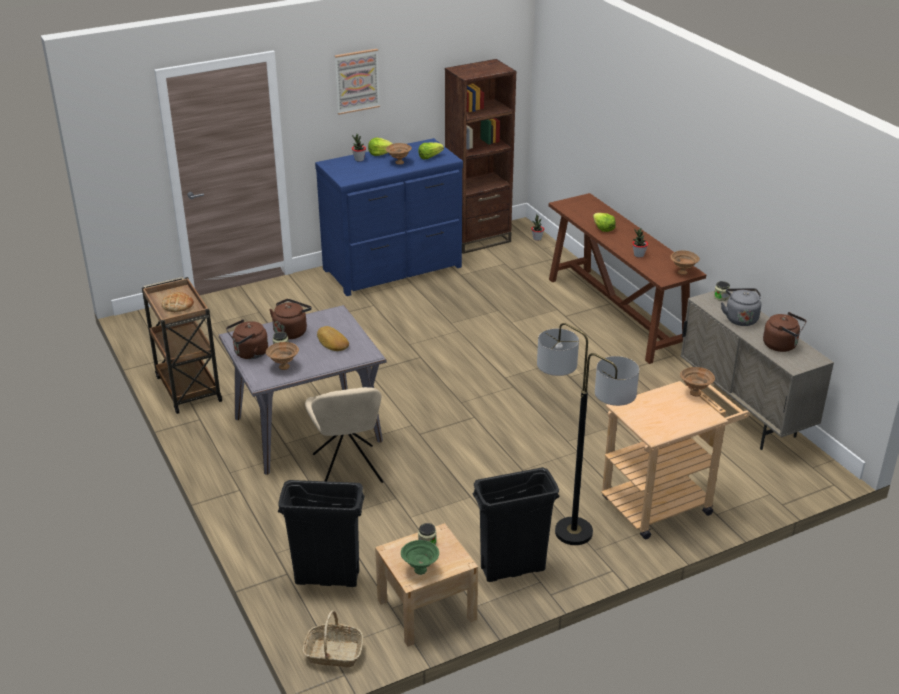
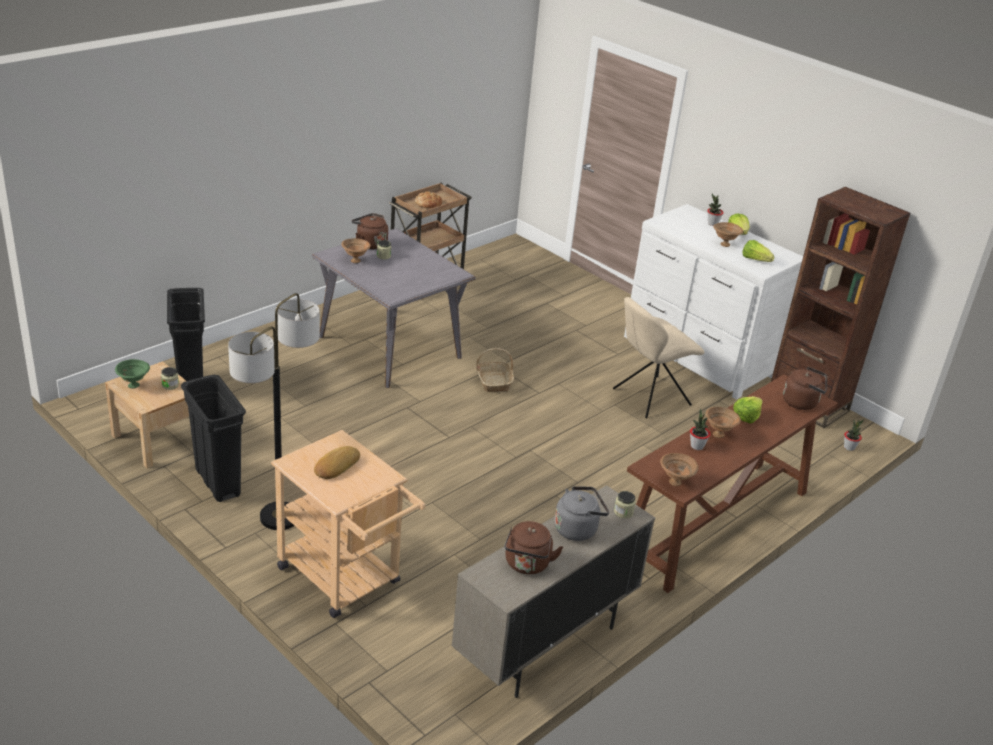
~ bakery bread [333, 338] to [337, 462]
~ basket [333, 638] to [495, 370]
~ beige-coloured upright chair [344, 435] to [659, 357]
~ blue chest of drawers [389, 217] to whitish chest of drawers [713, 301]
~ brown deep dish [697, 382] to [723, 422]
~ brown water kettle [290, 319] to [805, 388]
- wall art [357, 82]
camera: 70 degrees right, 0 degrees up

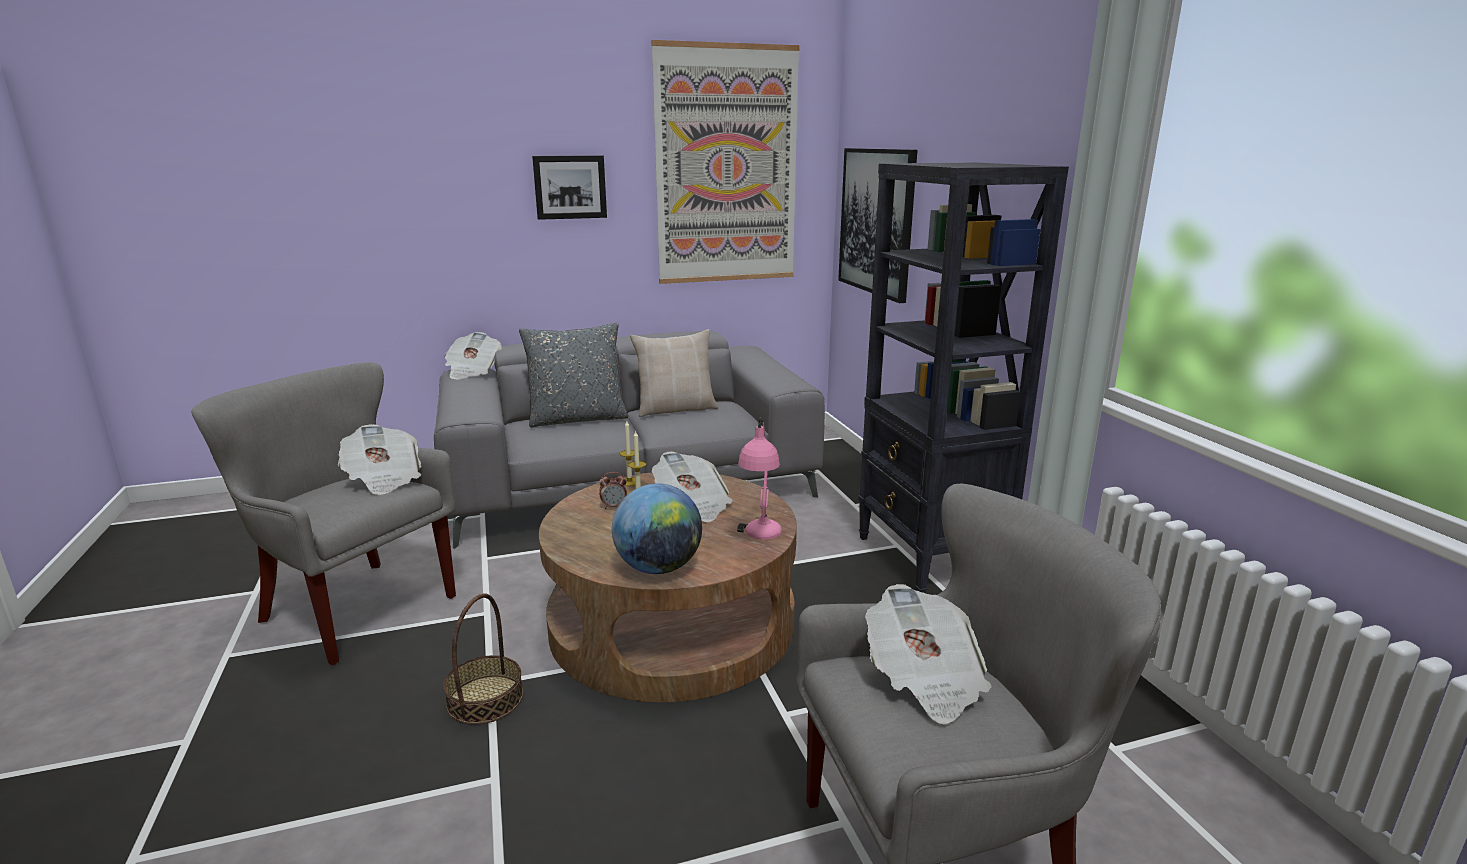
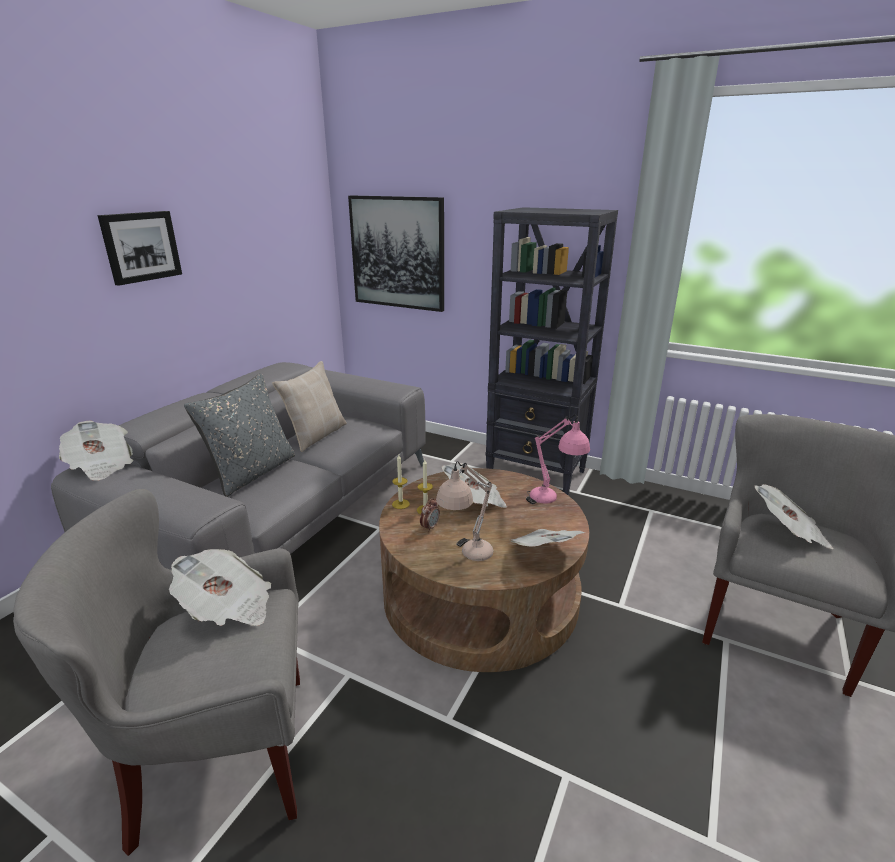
+ beige-coloured lamp for a table [465, 511]
~ desk globe [657, 528] to newspaper [548, 538]
- basket [483, 659]
- wall art [725, 162]
camera: 45 degrees left, 5 degrees up

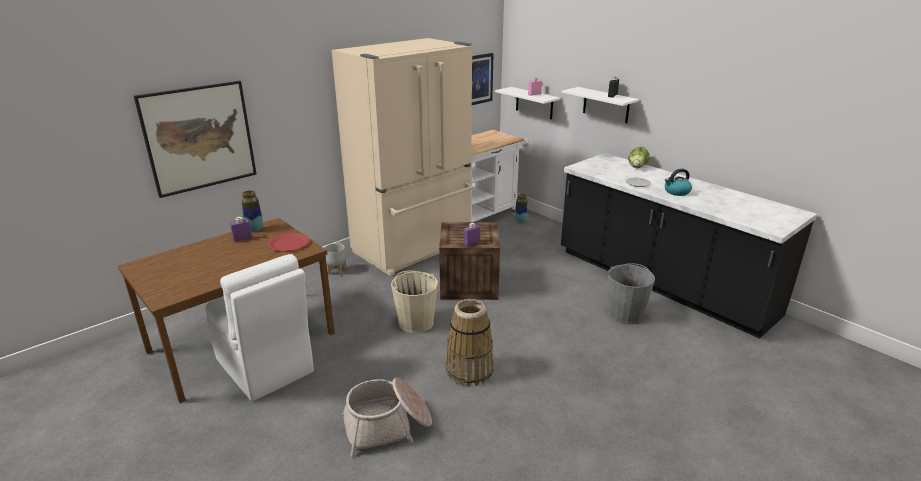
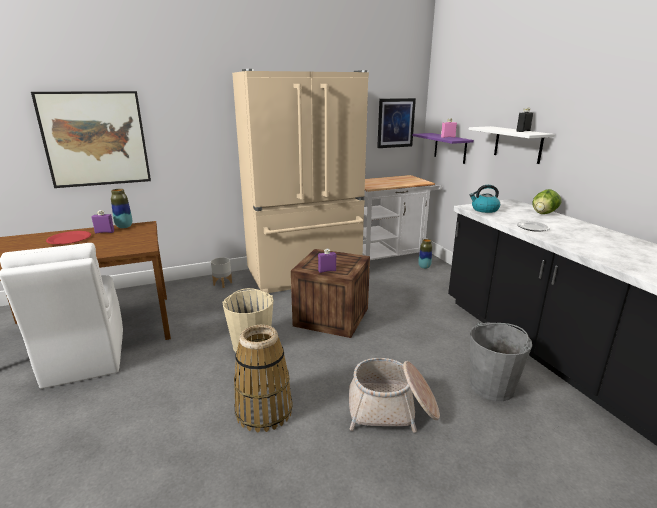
~ red flat dish [288, 242] to [68, 237]
~ basket [387, 417] to [394, 395]
~ whitish shelf [527, 103] to purplish shelf [443, 148]
~ water kettle [678, 182] to [484, 199]
camera: 20 degrees right, 5 degrees down

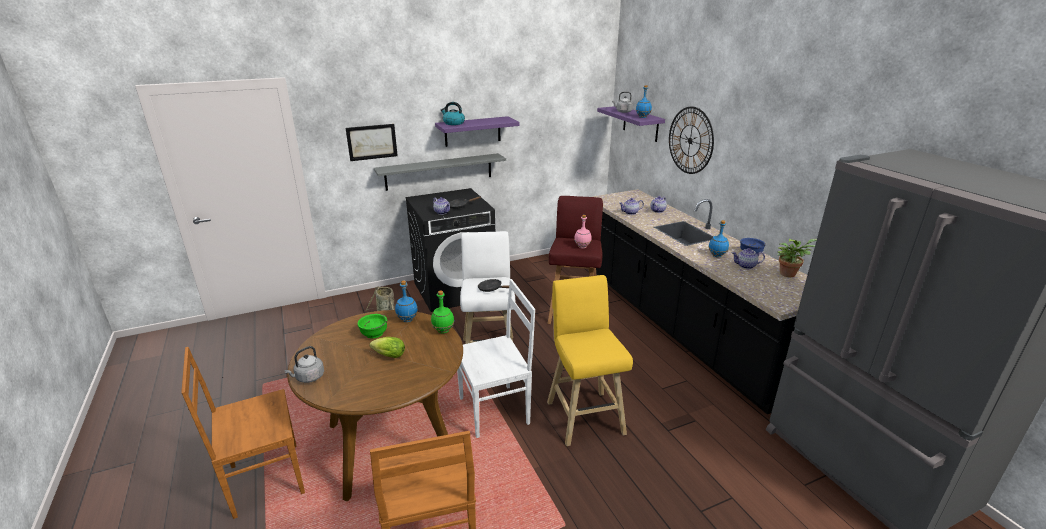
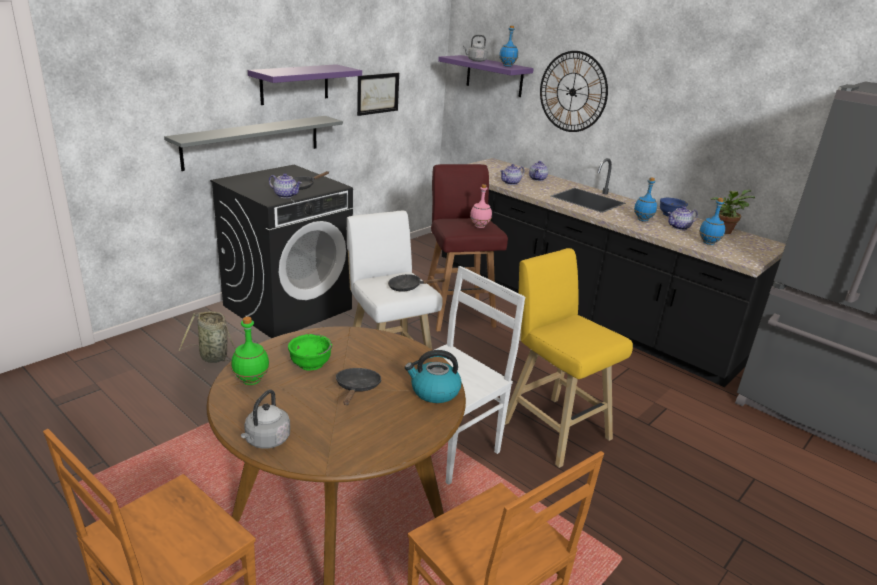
~ green-coloured bottle [442, 312] to [250, 351]
~ lettuce head [387, 347] to black-coloured frying pan [359, 386]
~ wall art [372, 142] to [378, 94]
~ water kettle [453, 113] to [433, 376]
~ blue bottle [406, 301] to [712, 221]
camera: 25 degrees left, 0 degrees up

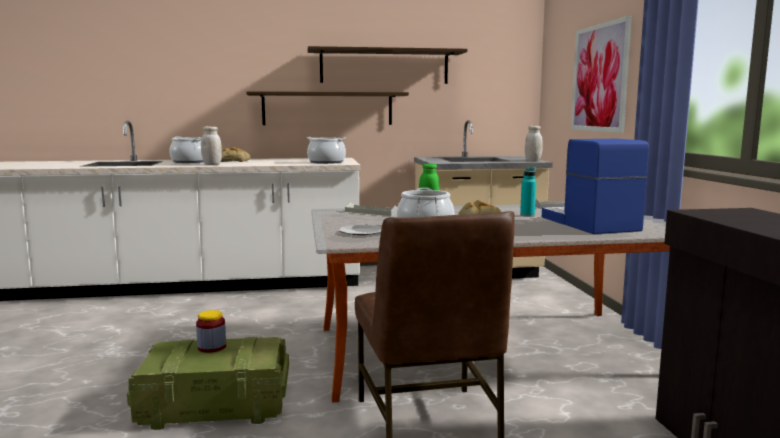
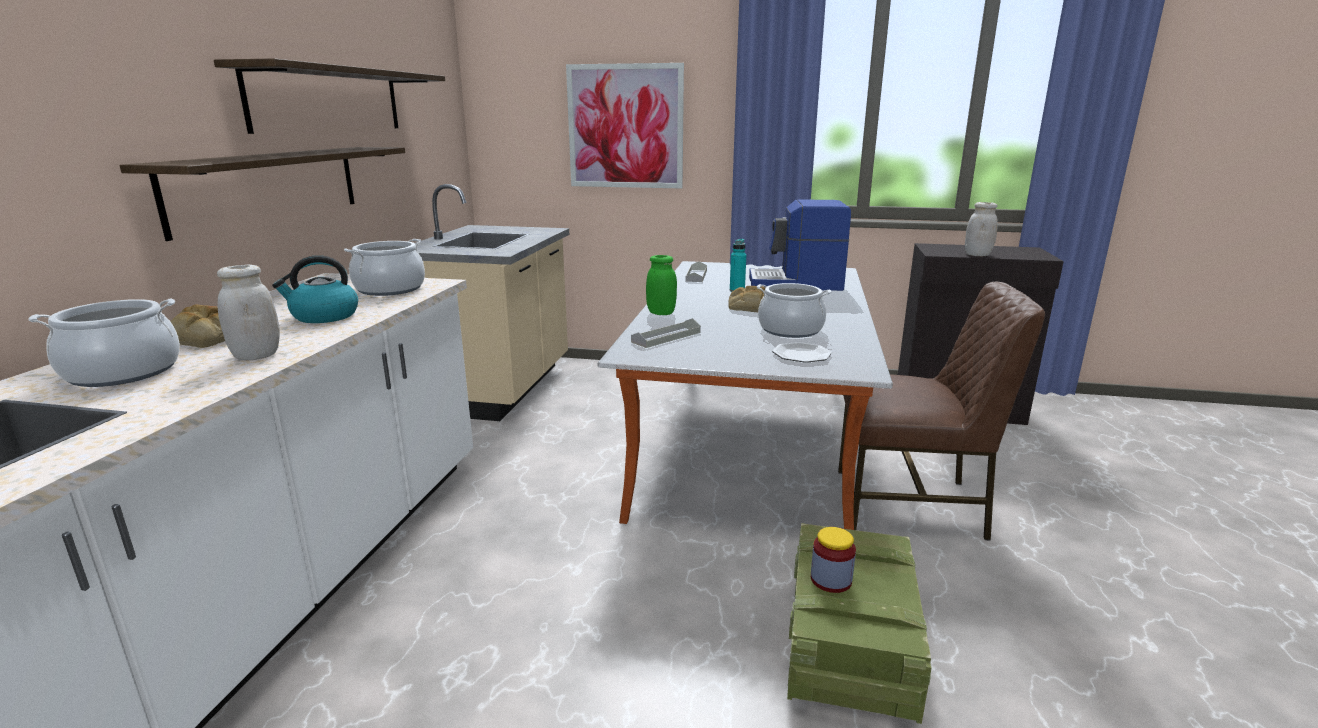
+ water kettle [315, 289]
~ whitish storage jar [534, 143] to [981, 229]
camera: 70 degrees left, 10 degrees up

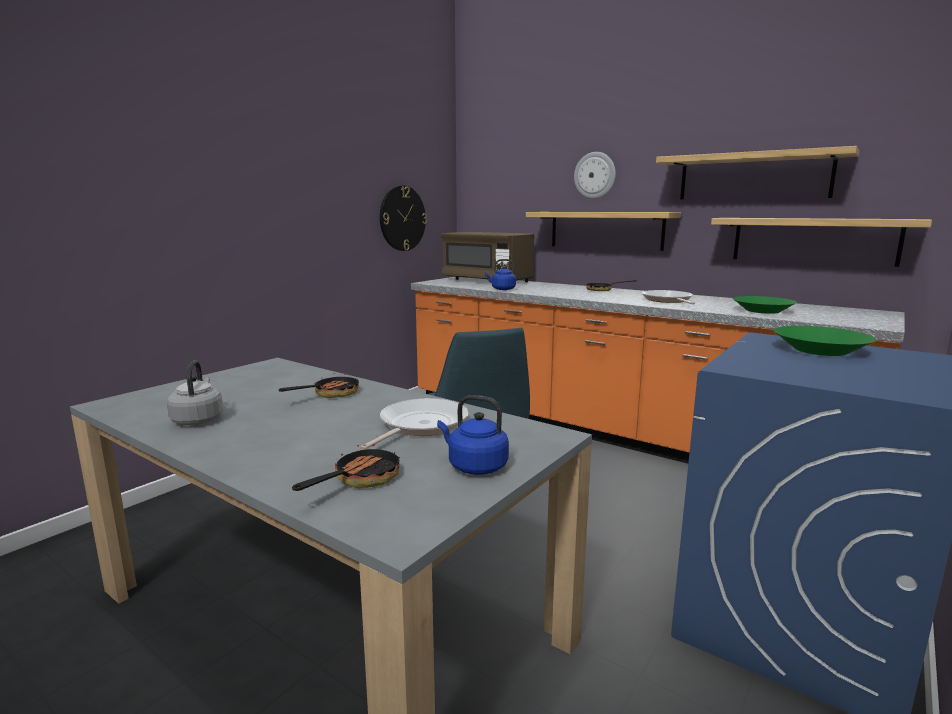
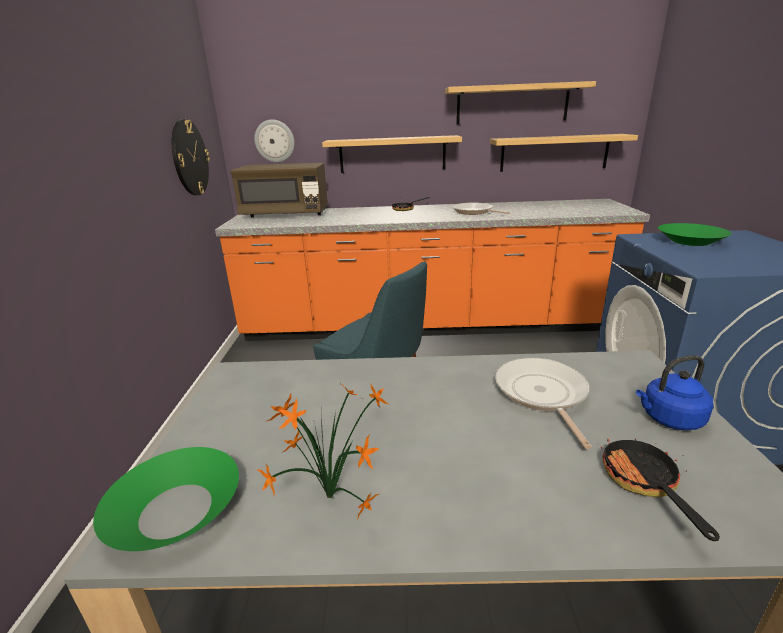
~ green-coloured deep dish [765, 305] to [166, 499]
~ clock on the wall [595, 175] to [274, 141]
~ grey water kettle [195, 392] to plant in a pot [323, 450]
- frying pan [319, 385]
- blue water kettle [500, 274]
camera: 35 degrees left, 10 degrees up

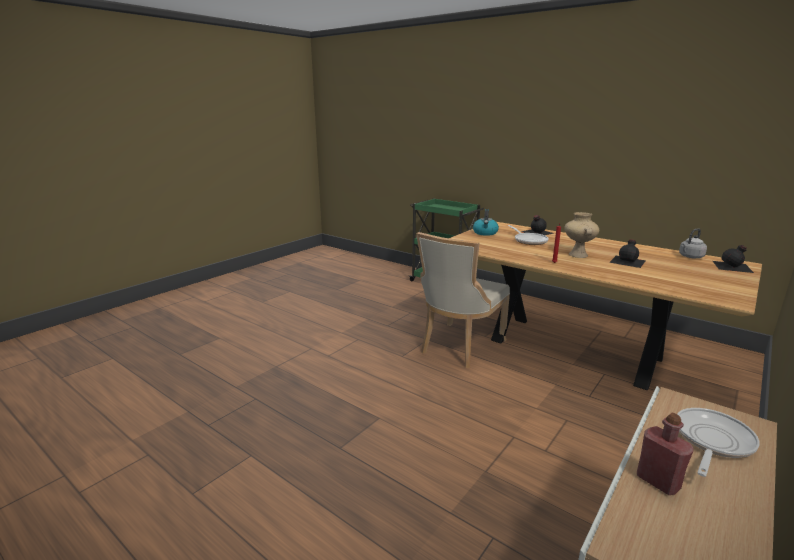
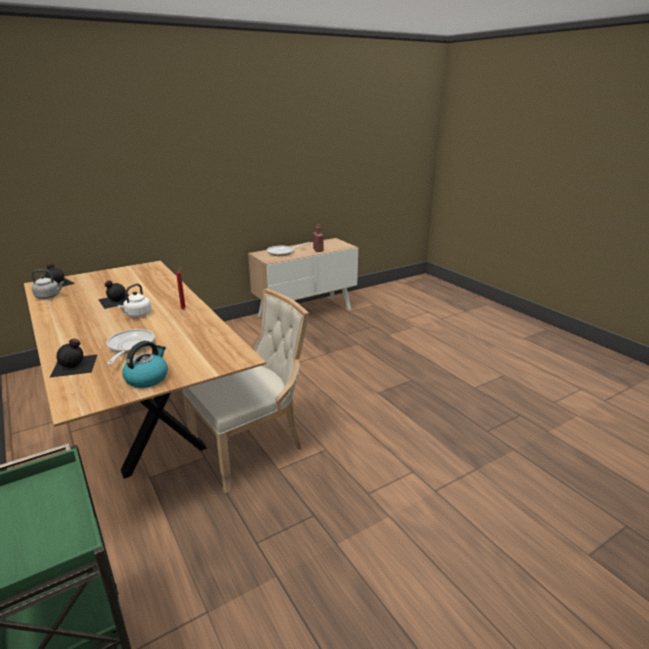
~ beige-coloured flower vase [581, 235] to whitish water kettle [134, 300]
camera: 160 degrees left, 5 degrees up

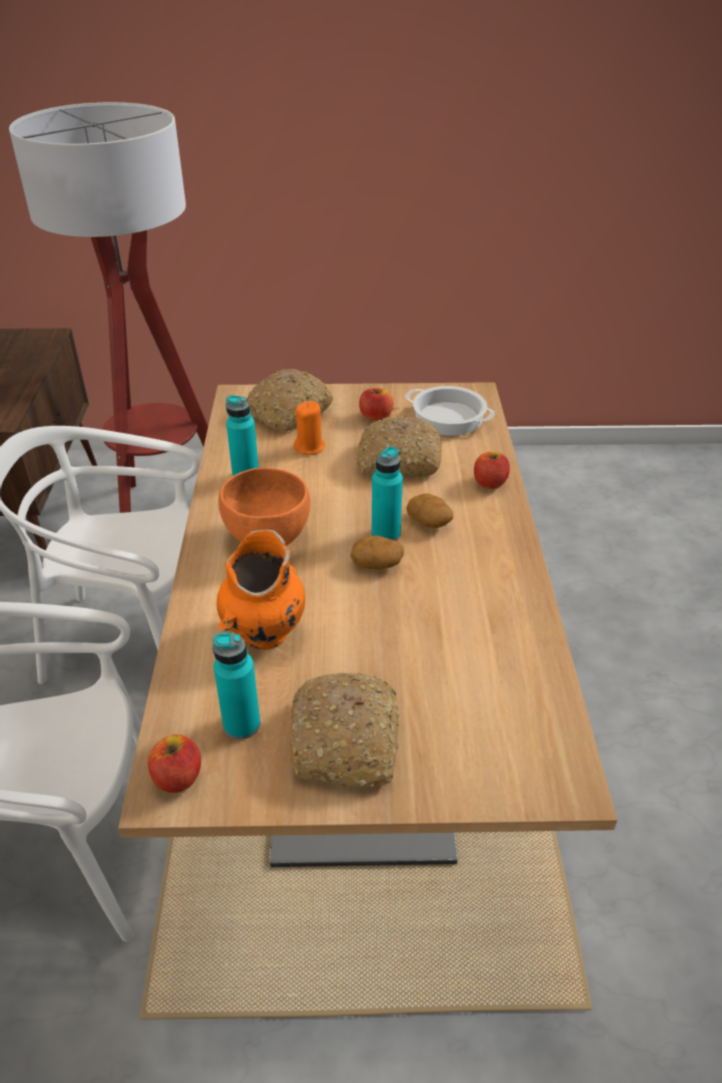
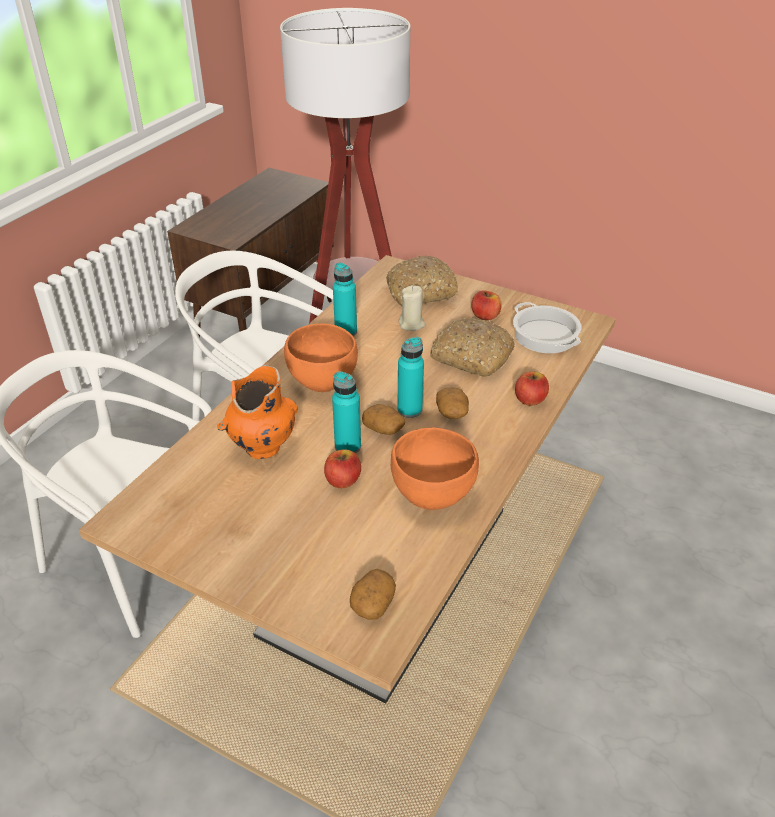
~ apple fruit [174, 763] to [342, 468]
~ turquoise-coloured bottle [236, 686] to [346, 412]
+ whole potato [373, 594]
+ orange deep dish [435, 468]
~ orange candle [309, 428] to beige-coloured candle [412, 308]
- bakery bread [345, 730]
camera: 30 degrees right, 0 degrees up

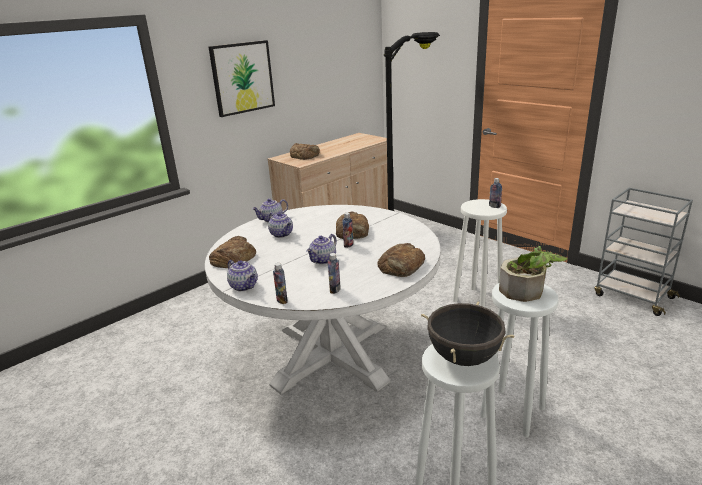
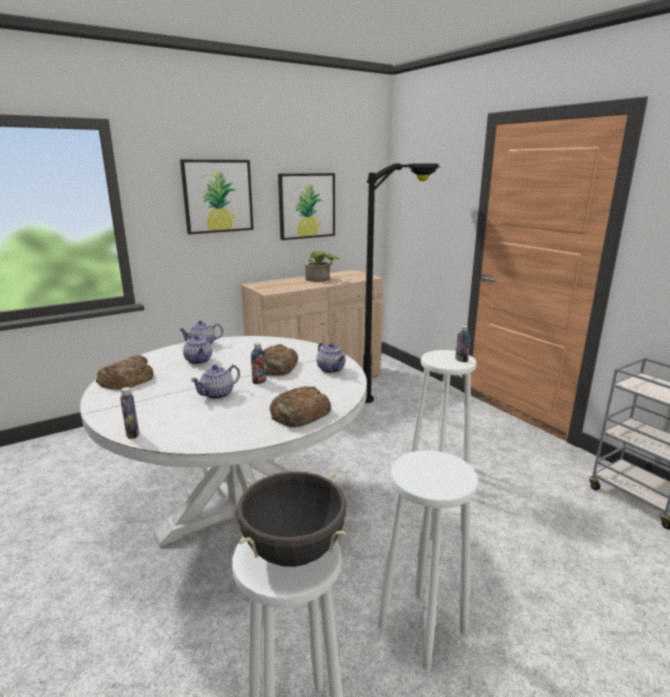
+ wall art [306, 206]
~ plant in a pot [533, 274] to [322, 266]
~ pot for tea [242, 275] to [331, 358]
- bakery bread [305, 151]
- bottle [334, 273]
camera: 10 degrees right, 5 degrees down

